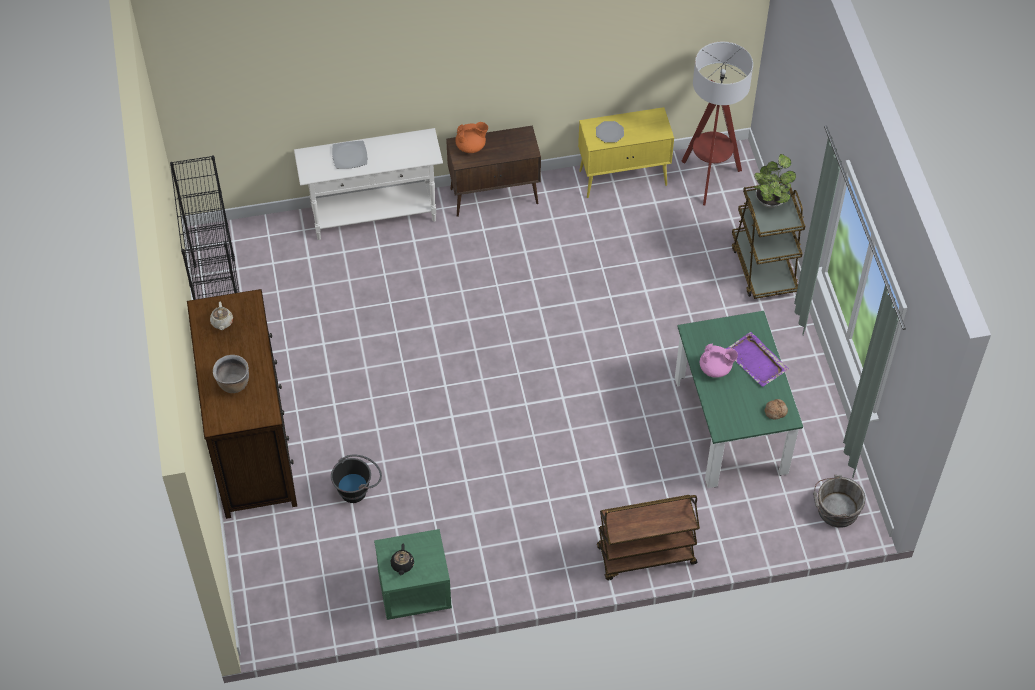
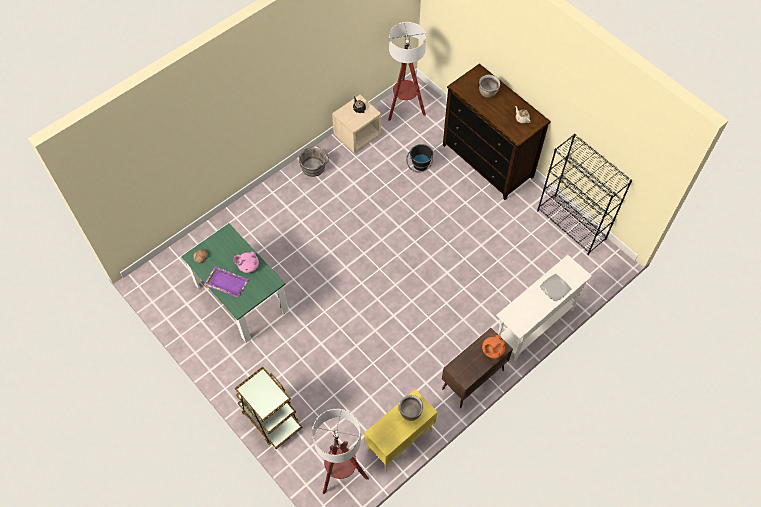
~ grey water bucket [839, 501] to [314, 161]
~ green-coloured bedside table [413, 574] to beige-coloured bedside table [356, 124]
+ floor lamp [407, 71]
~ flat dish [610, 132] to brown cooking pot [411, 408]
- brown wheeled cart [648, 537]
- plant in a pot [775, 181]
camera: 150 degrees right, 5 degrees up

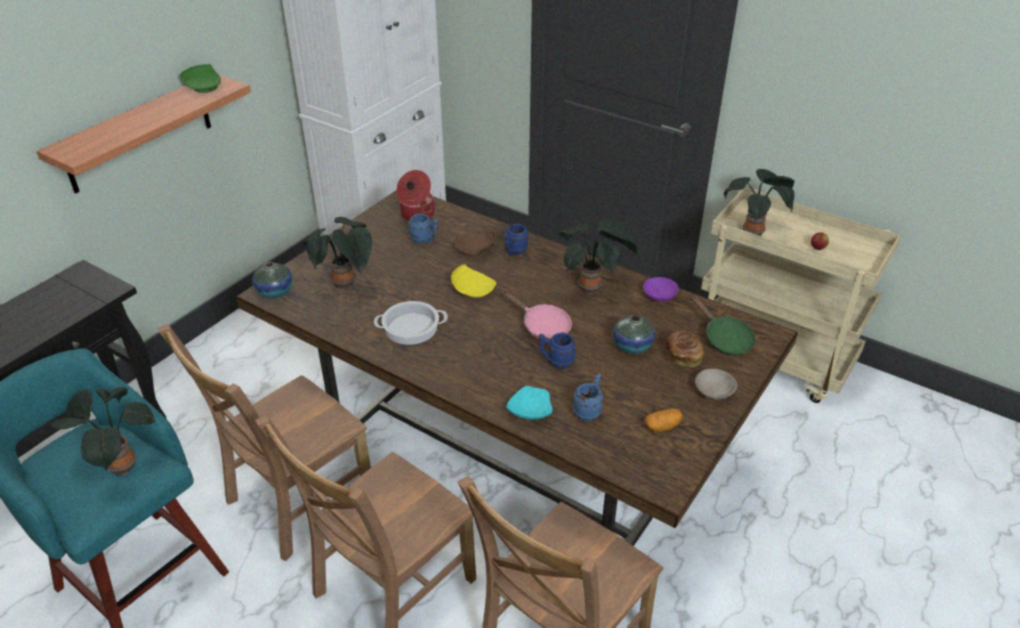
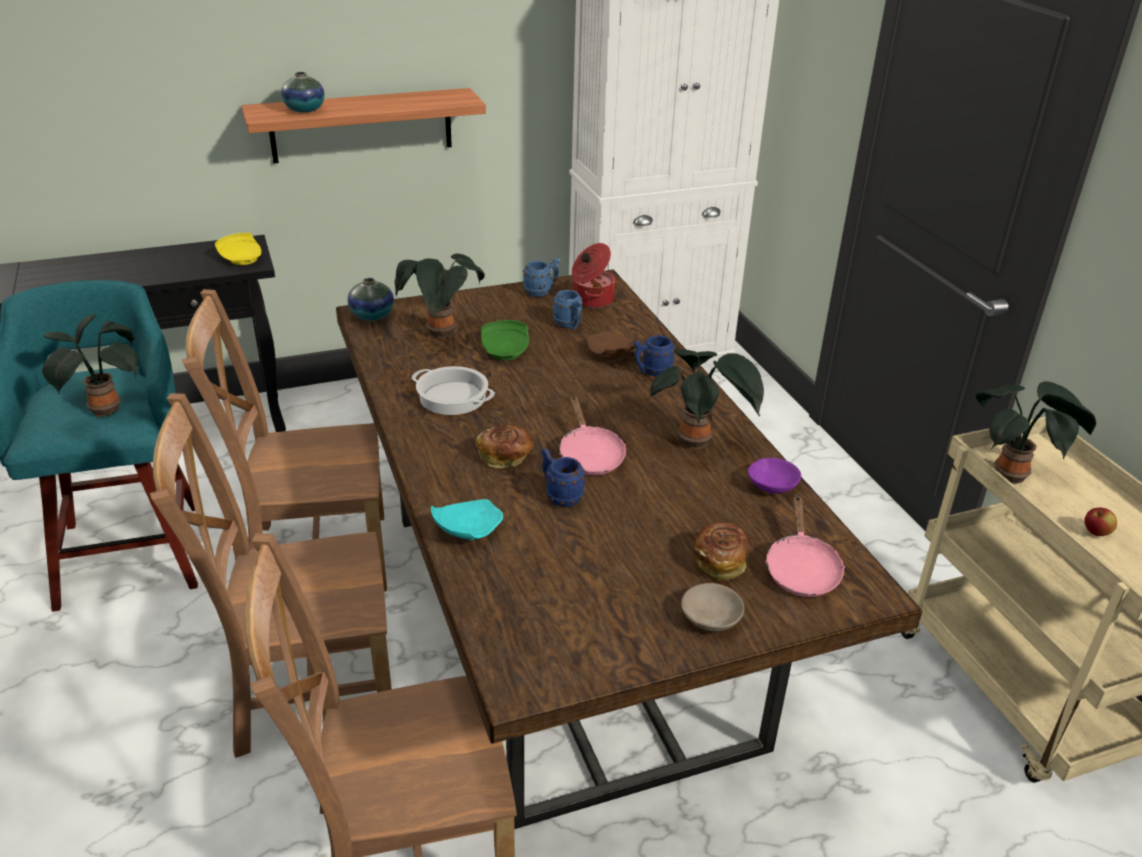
~ yellow-coloured flat dish [473, 281] to [238, 249]
~ flower vase [634, 334] to [302, 92]
+ bakery bread [505, 446]
~ green-coloured flat dish [200, 78] to [505, 340]
~ blue tea mug [588, 397] to [541, 277]
~ green-coloured frying pan [723, 325] to pink frying pan [805, 545]
- whole potato [664, 420]
camera: 35 degrees right, 5 degrees down

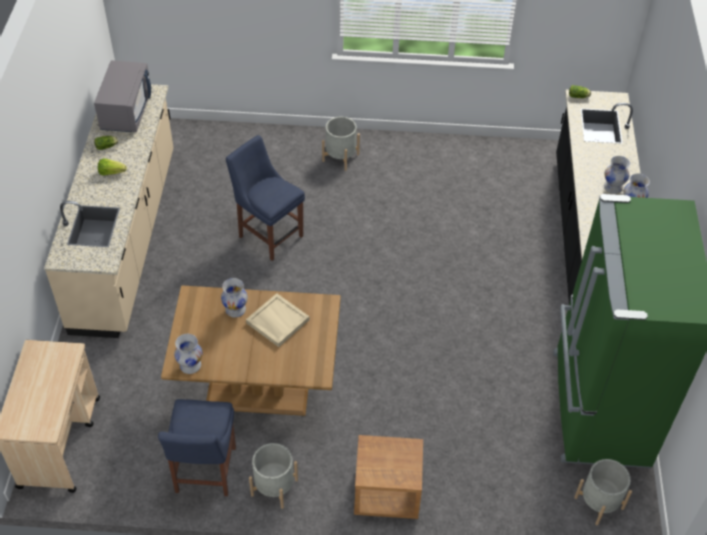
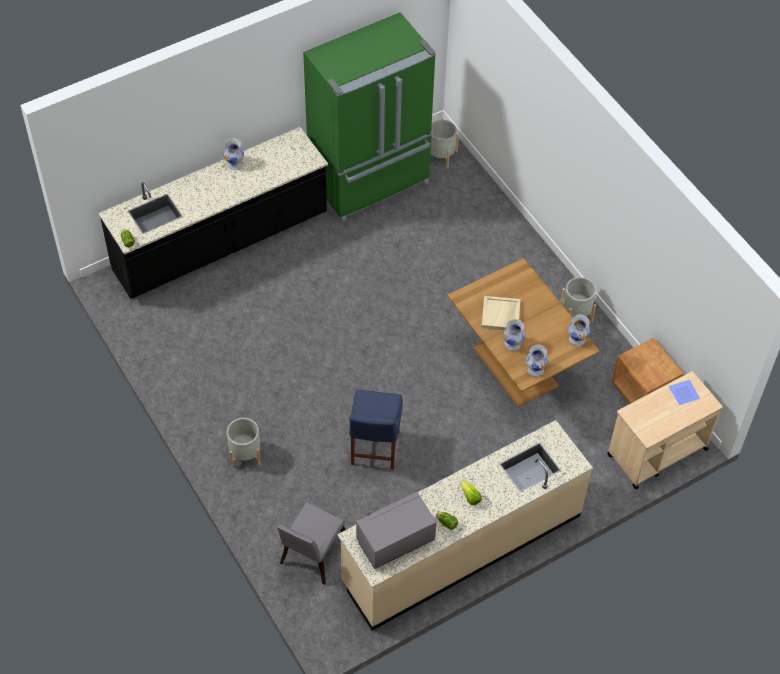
+ grey upright chair [311, 543]
~ whitish flower vase [617, 175] to [537, 361]
~ brown bedside table [388, 477] to [647, 371]
+ flat dish [684, 392]
- blue upright chair [197, 447]
camera: 125 degrees left, 5 degrees up

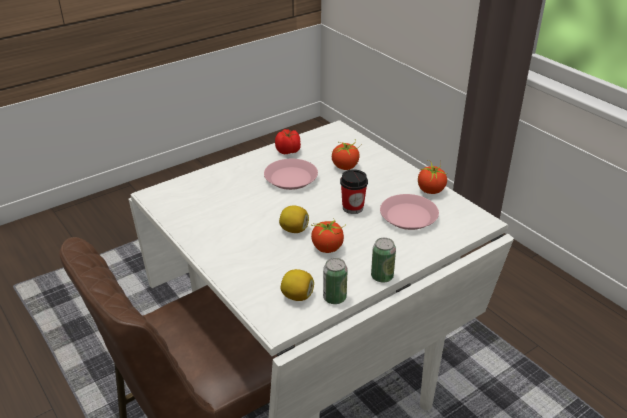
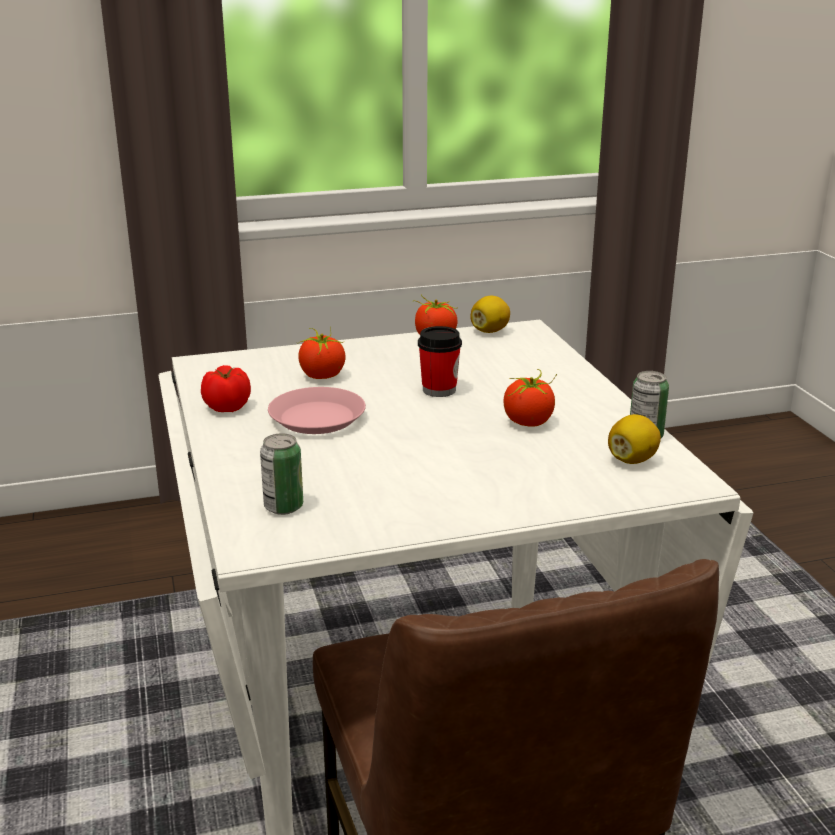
~ can [383, 260] to [281, 474]
~ lemon [294, 219] to [490, 314]
- pink flat dish [409, 212]
camera: 70 degrees left, 10 degrees down

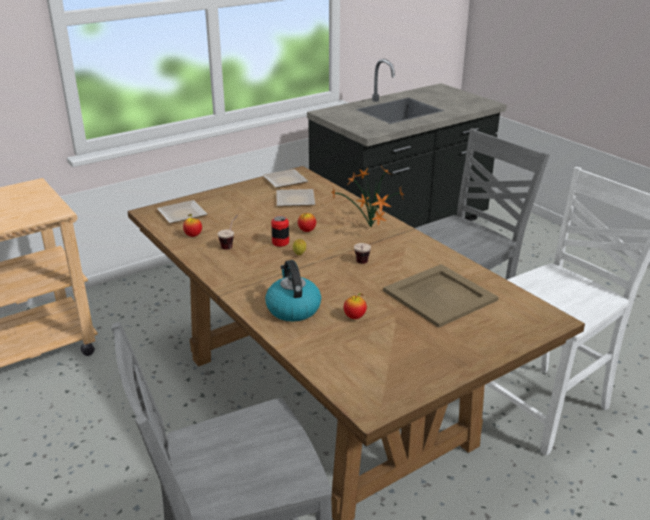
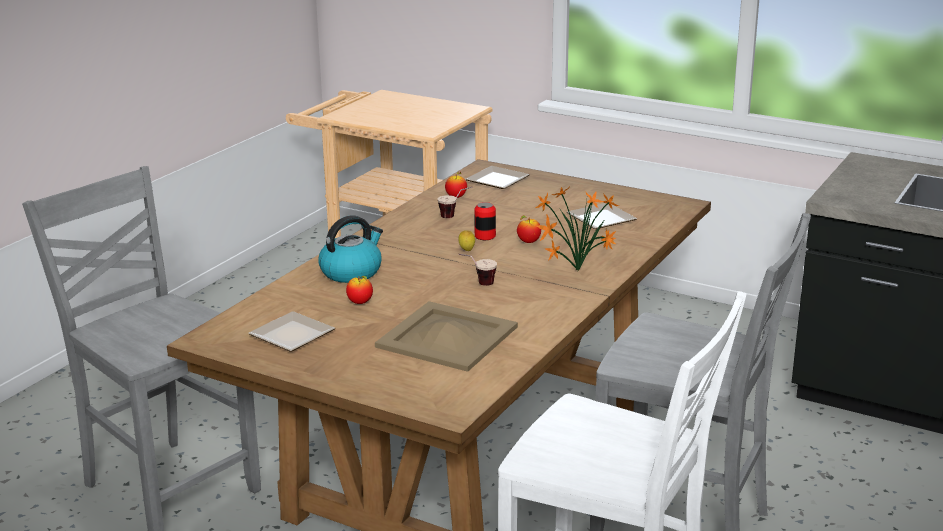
~ flat dish [285, 178] to [291, 331]
camera: 65 degrees right, 5 degrees down

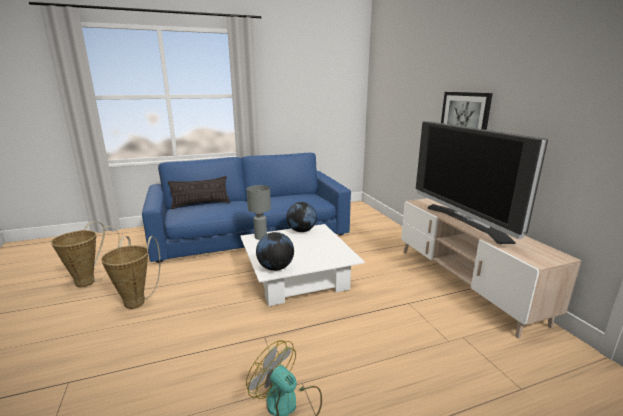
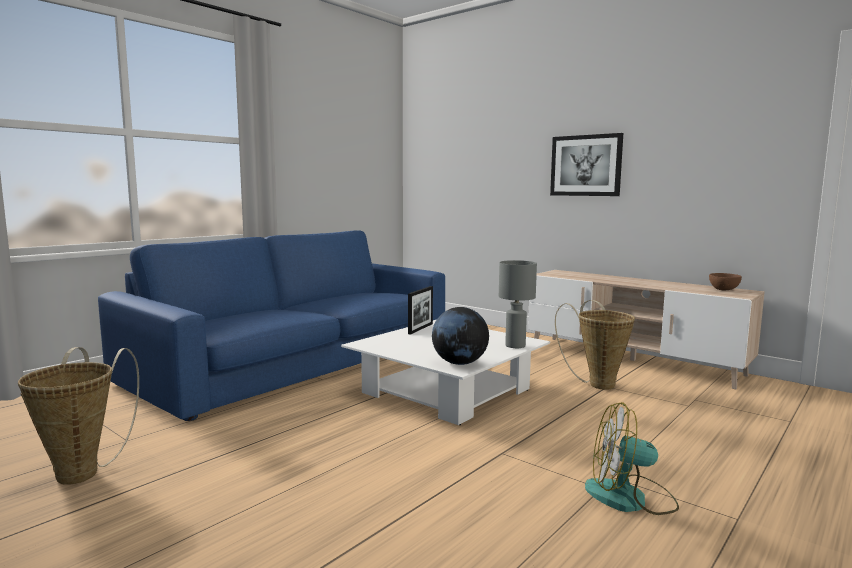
~ desk globe [301, 217] to photo frame [420, 310]
~ grey lamp for a table [259, 212] to [518, 304]
~ basket [130, 272] to [595, 345]
+ brown deep dish [725, 281]
- throw pillow [199, 192]
- television [482, 182]
camera: 30 degrees left, 10 degrees down

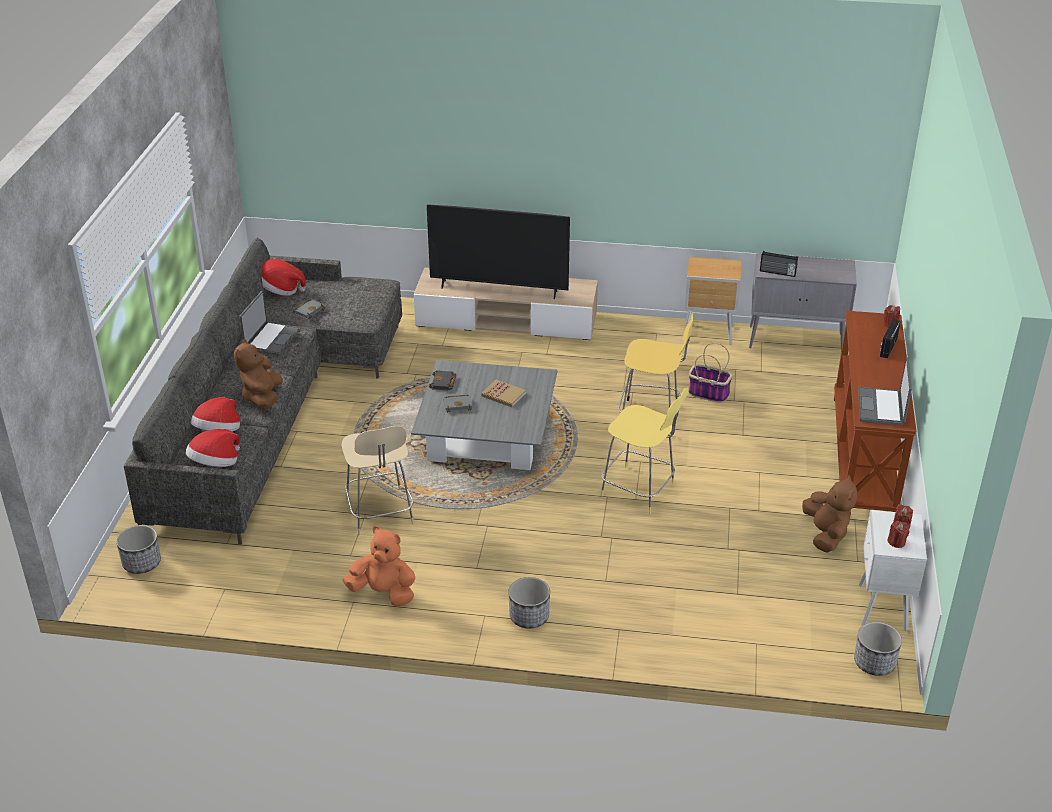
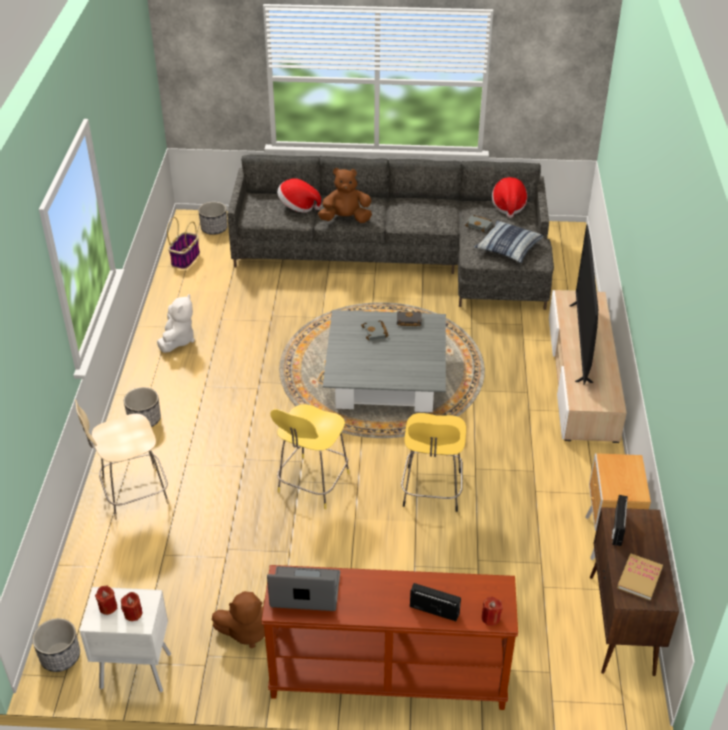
~ beige-coloured stool [378, 480] to [122, 459]
~ orange plush toy [379, 566] to whitish plush toy [176, 323]
~ basket [710, 372] to [183, 243]
+ throw pillow [509, 242]
~ grey cupboard [803, 301] to brown cupboard [634, 591]
~ bound book [503, 393] to [640, 577]
- hat [213, 448]
- notebook computer [269, 323]
camera: 85 degrees right, 5 degrees up

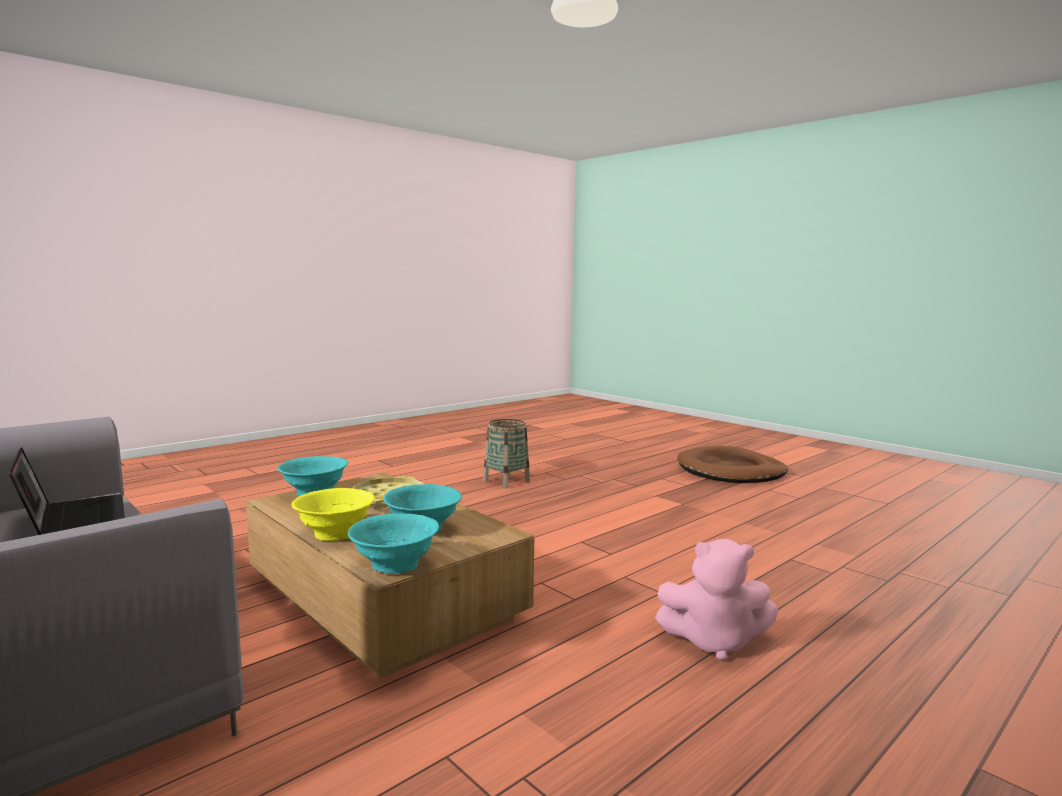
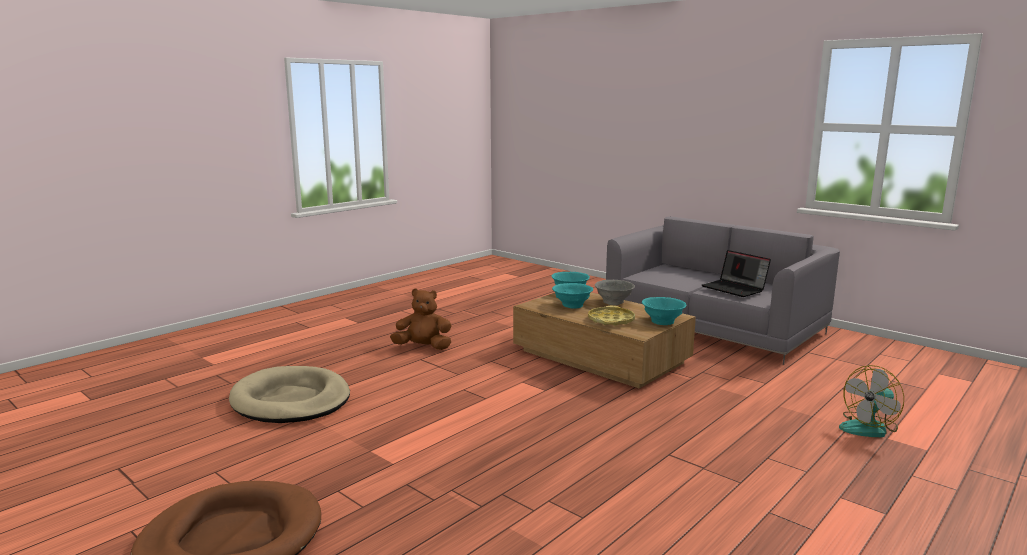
+ beige-coloured dog cushion [289, 394]
~ pink plush toy [716, 600] to brown plush toy [421, 319]
~ yellow-coloured deep dish [333, 514] to grey deep dish [615, 292]
+ fan [871, 401]
- basket [506, 453]
camera: 175 degrees right, 5 degrees up

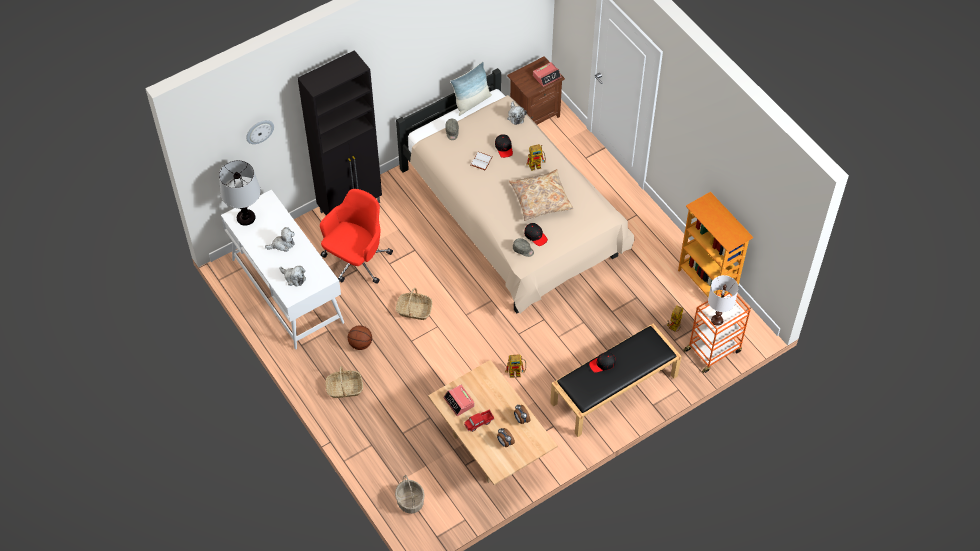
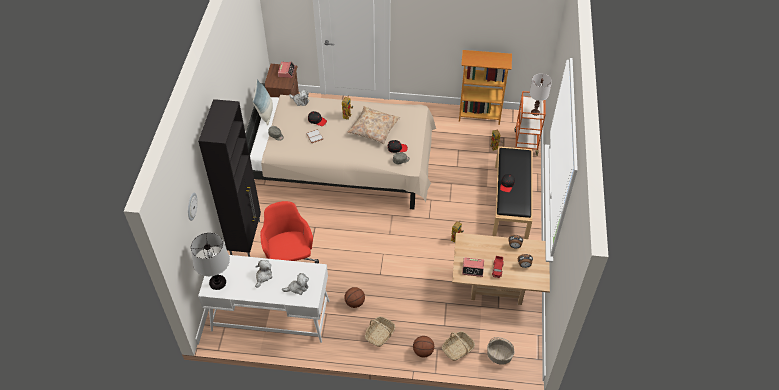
+ ball for basketball [423, 347]
~ basket [414, 304] to [458, 346]
camera: 50 degrees left, 5 degrees down

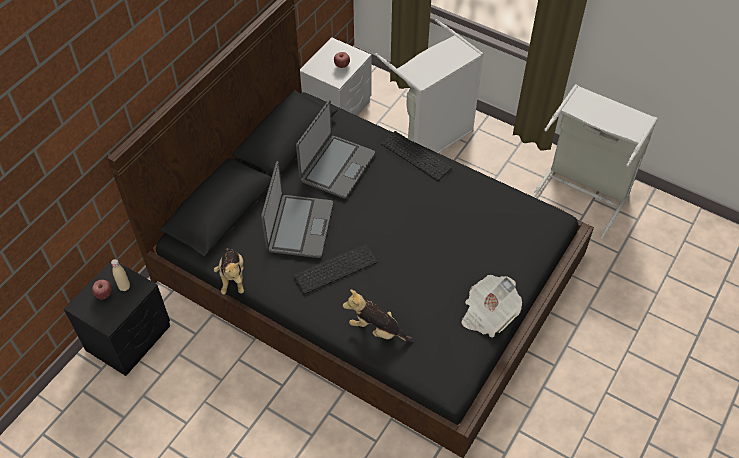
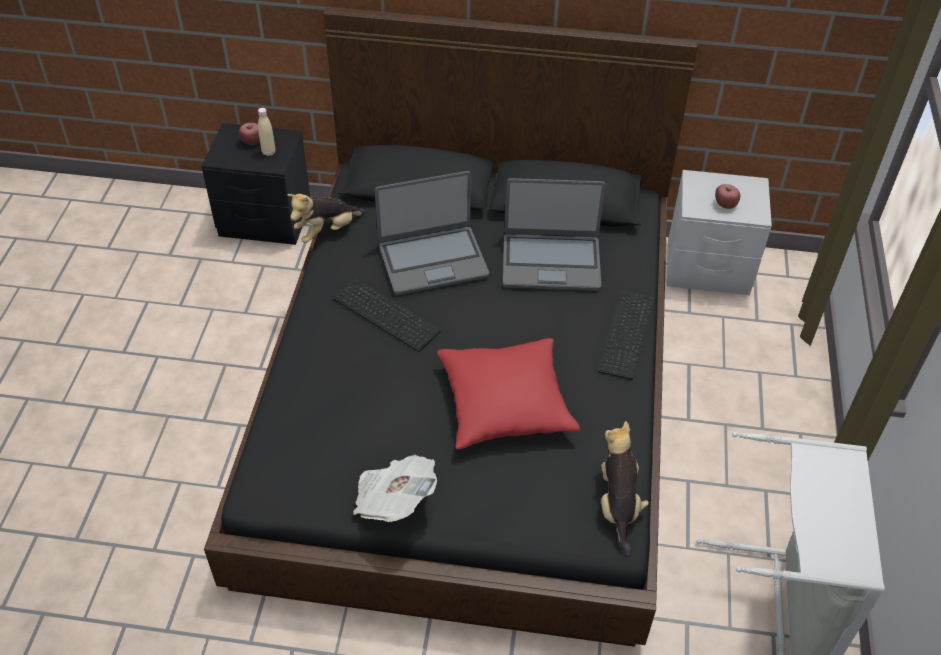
+ red throw pillow [508, 393]
~ plush toy [378, 316] to [625, 488]
- grey laundry basket [429, 86]
camera: 65 degrees right, 5 degrees down

